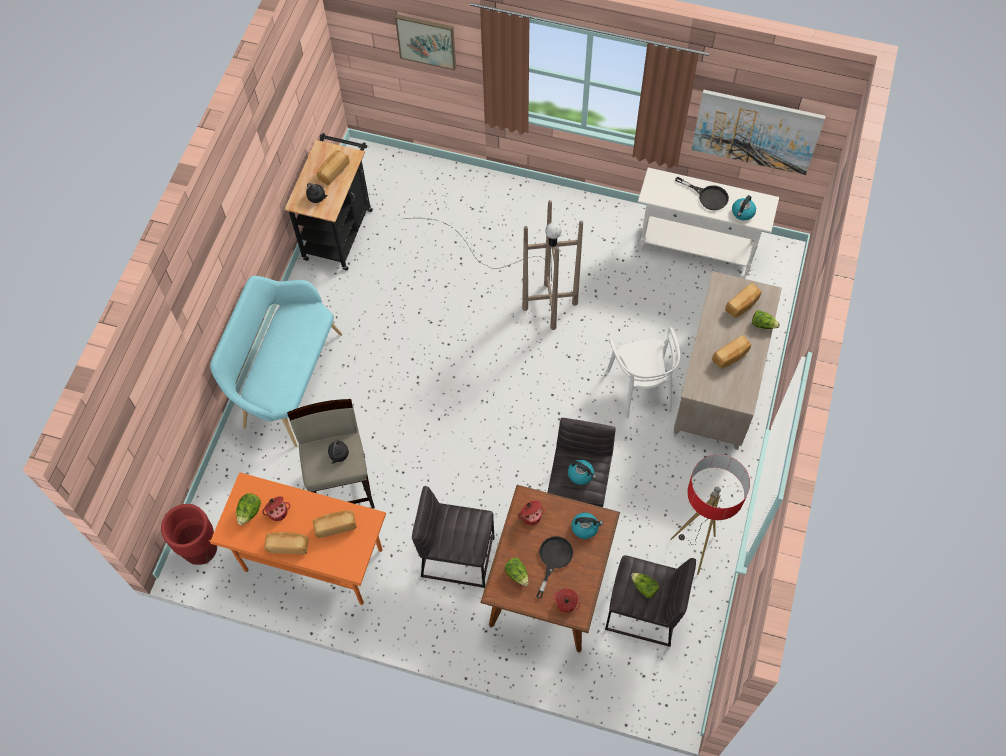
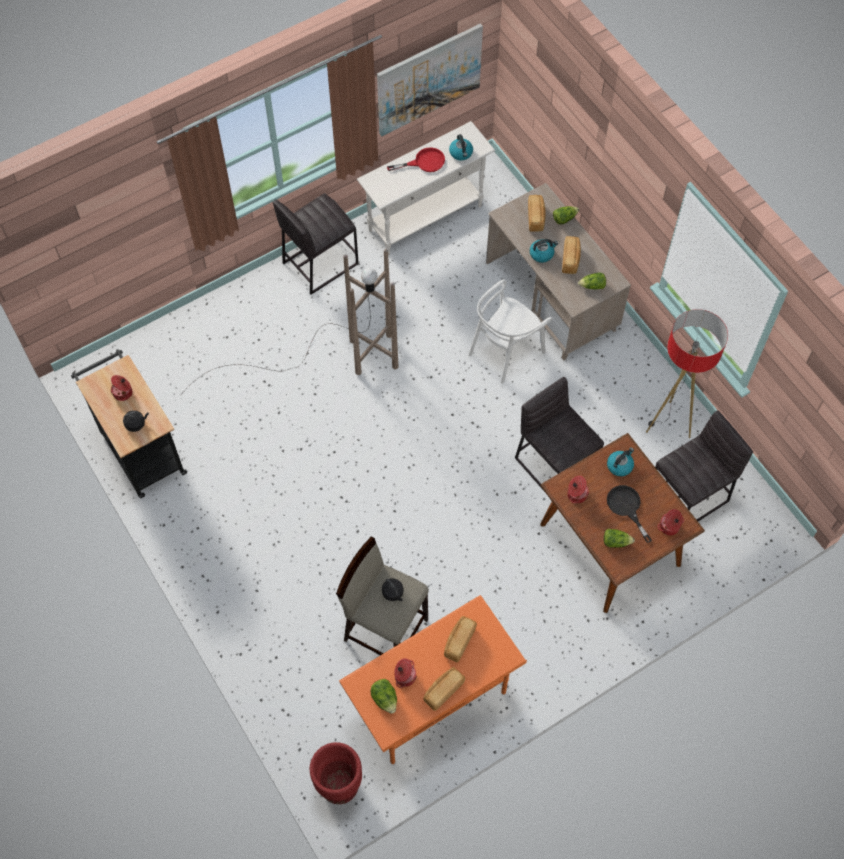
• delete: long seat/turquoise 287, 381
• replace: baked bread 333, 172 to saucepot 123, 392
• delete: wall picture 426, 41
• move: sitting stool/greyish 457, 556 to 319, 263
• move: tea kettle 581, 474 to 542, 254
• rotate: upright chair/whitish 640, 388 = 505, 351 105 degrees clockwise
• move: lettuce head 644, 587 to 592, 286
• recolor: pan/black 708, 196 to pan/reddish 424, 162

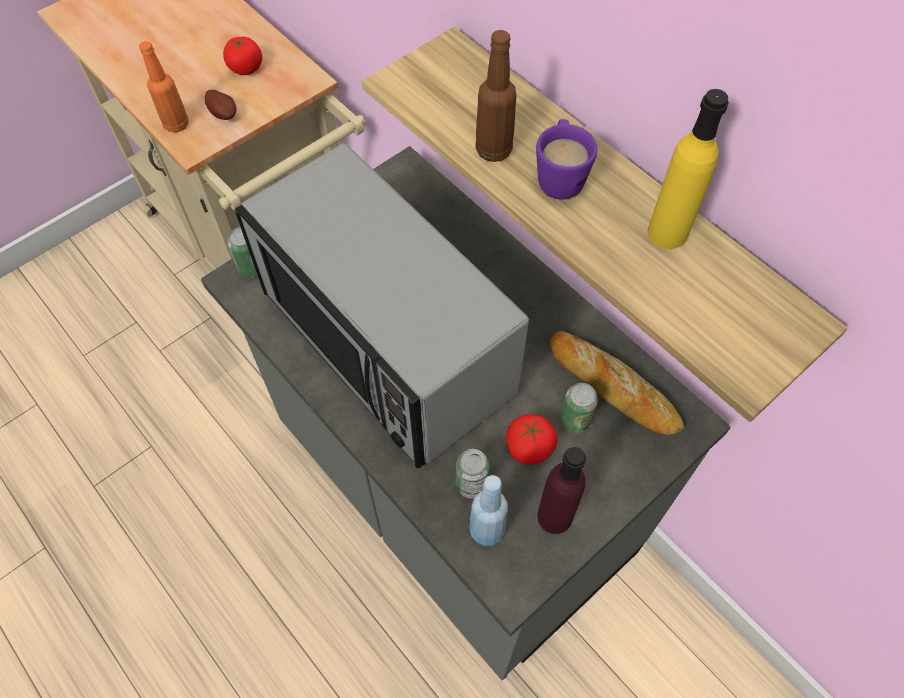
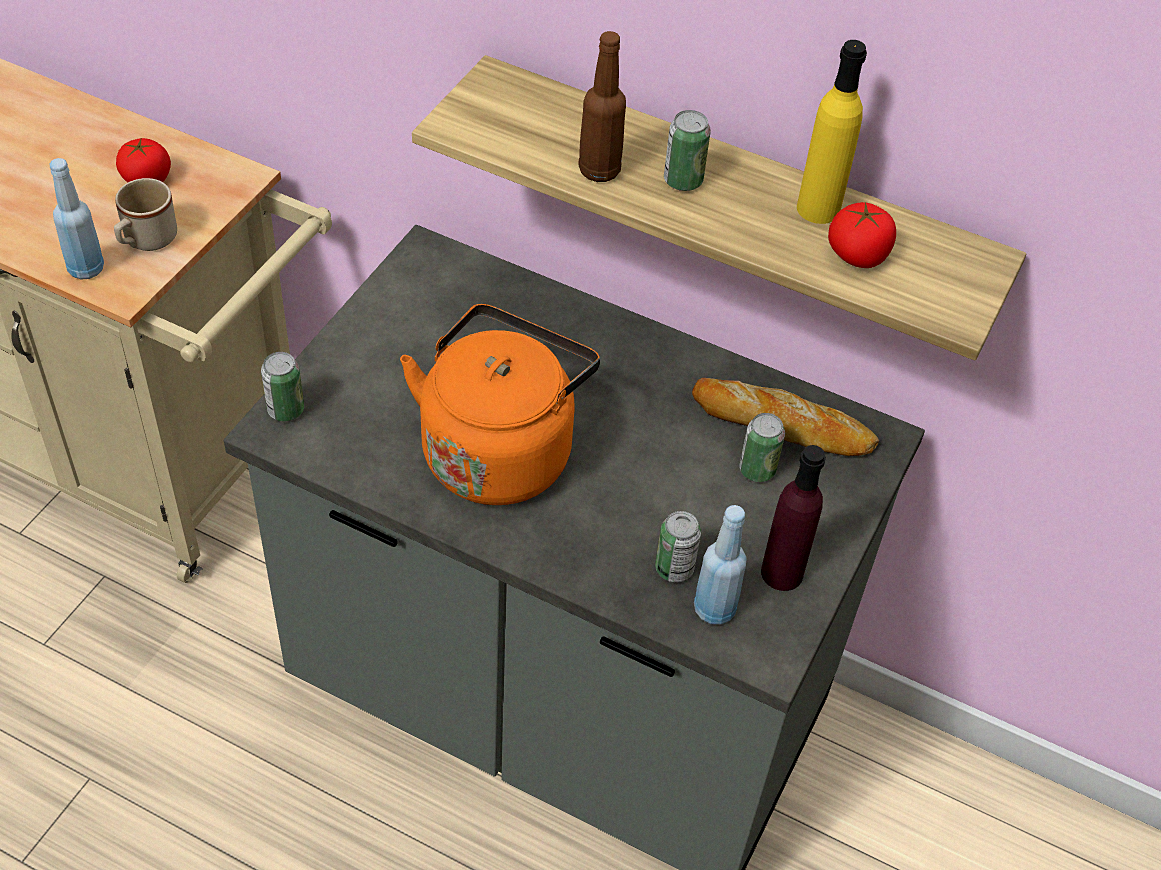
• recolor: beverage bottle/orange-coloured 176, 124 to beverage bottle/bluish 86, 269
• replace: spud 224, 113 to tea mug/beige 146, 241
• replace: kitchen microwave 386, 344 to tea kettle/orange-coloured 500, 450
• move: whole tomato 529, 447 to 857, 255
• replace: tea mug/purple-coloured 560, 176 to sealed can 683, 181

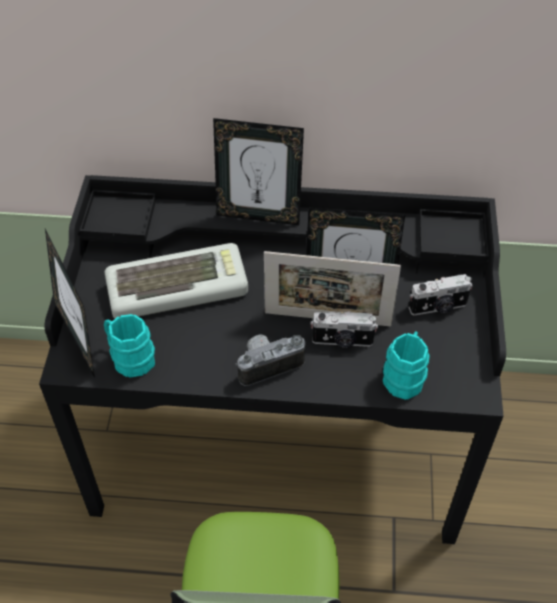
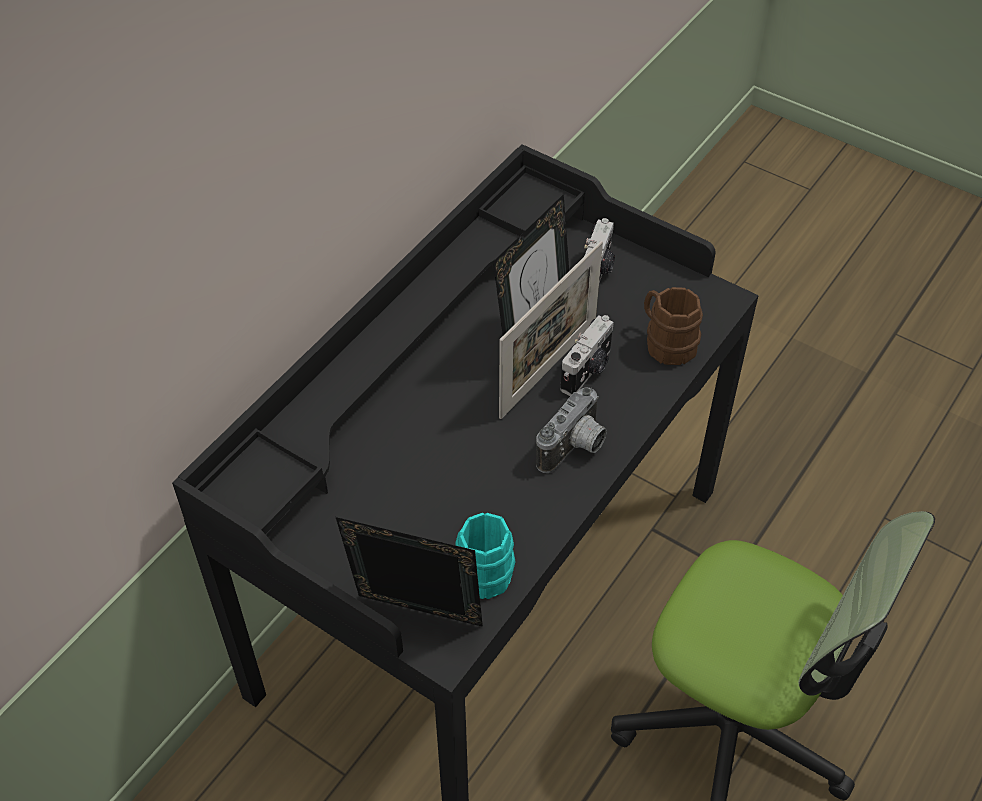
• delete: PC keyboard 178, 286
• delete: picture frame 259, 215
• rotate: photo camera 268, 364 = 575, 448 150 degrees counterclockwise
• recolor: tea mug/turquoise 405, 376 to tea mug/brownish 666, 343

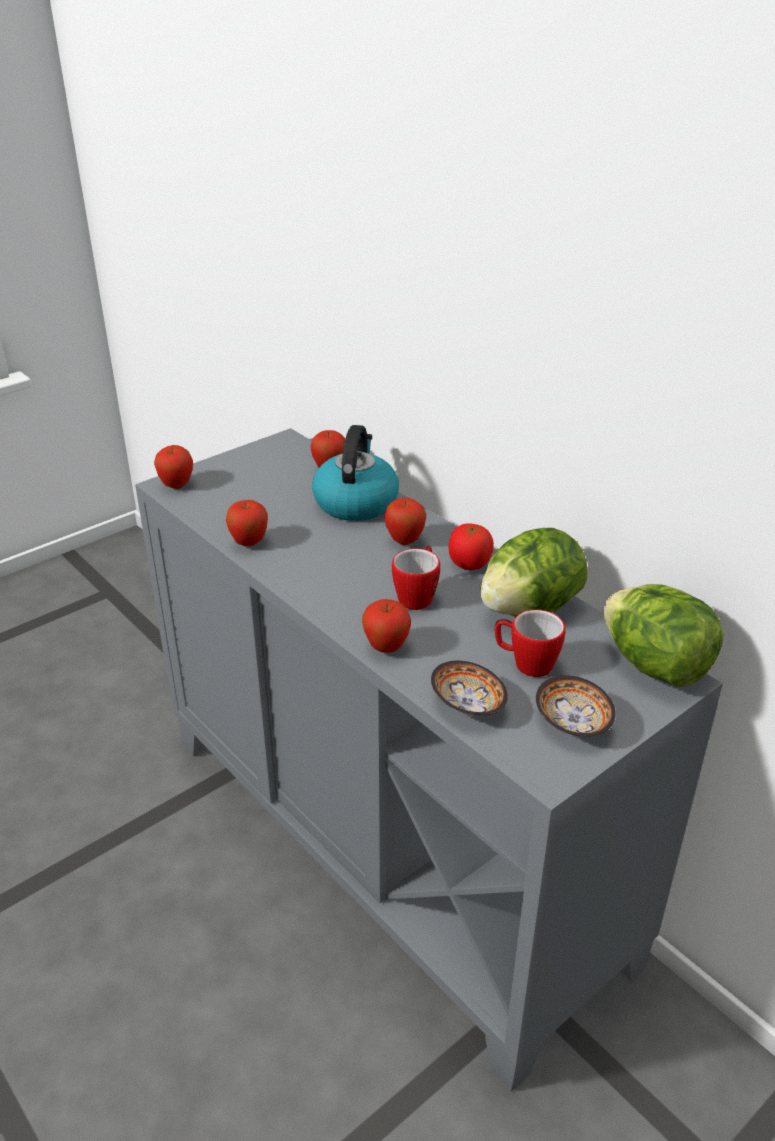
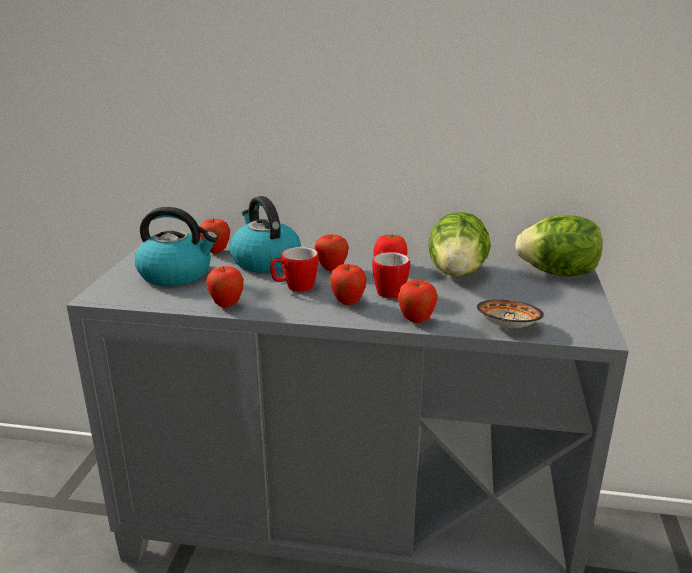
• move: apple 176, 485 to 348, 303
• move: tea mug 525, 663 to 294, 287
• delete: bowl 572, 723
• insert: tea kettle 176, 274

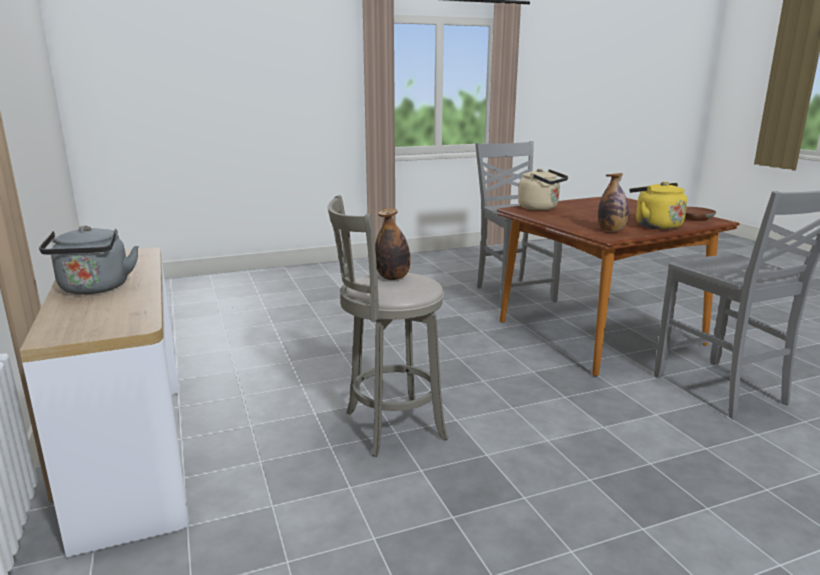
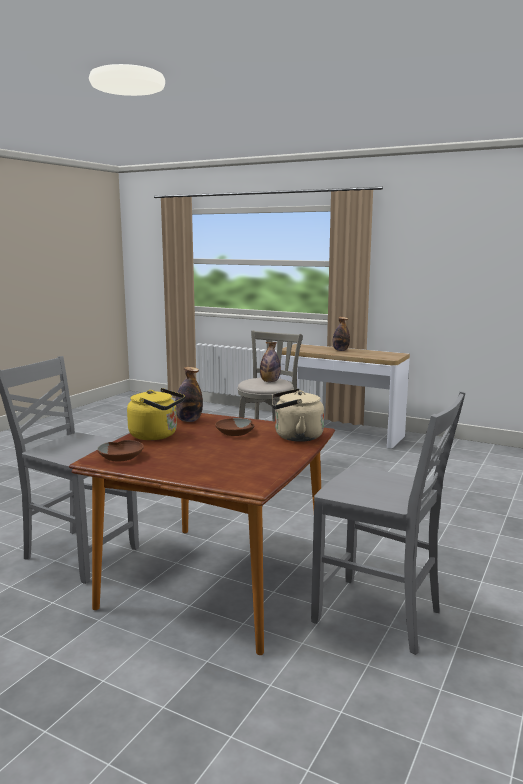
• replace: tea kettle/greyish 94, 289 to beverage bottle 340, 350
• insert: bowl/brownish 235, 433

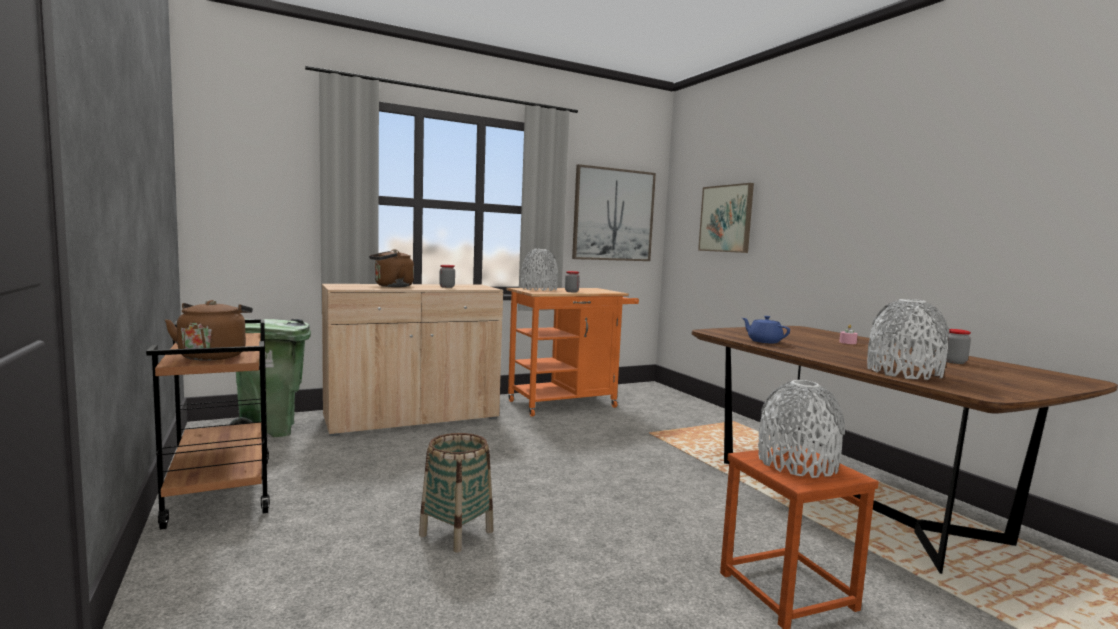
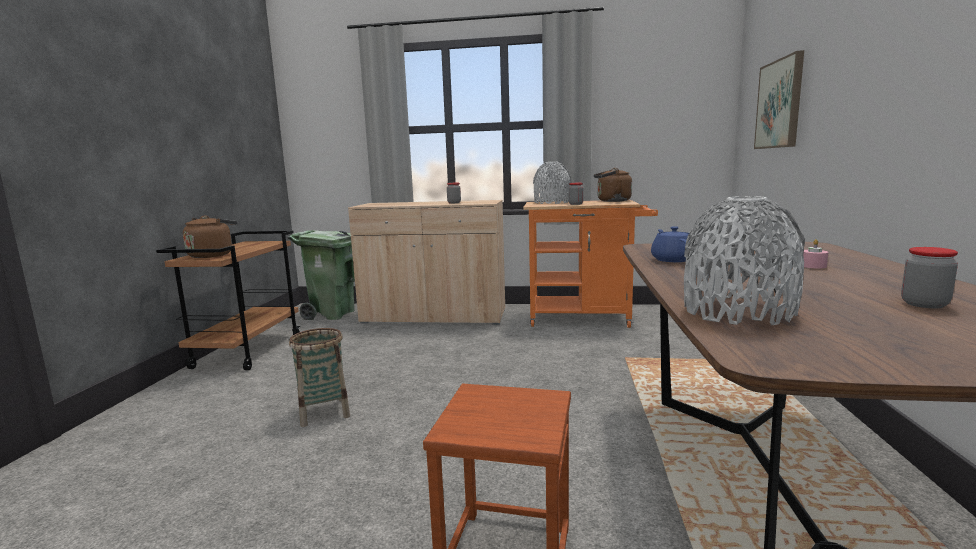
• move: tea kettle/brownish 391, 286 to 611, 201
• delete: wall picture 613, 215
• delete: flower vase/greyish 797, 463

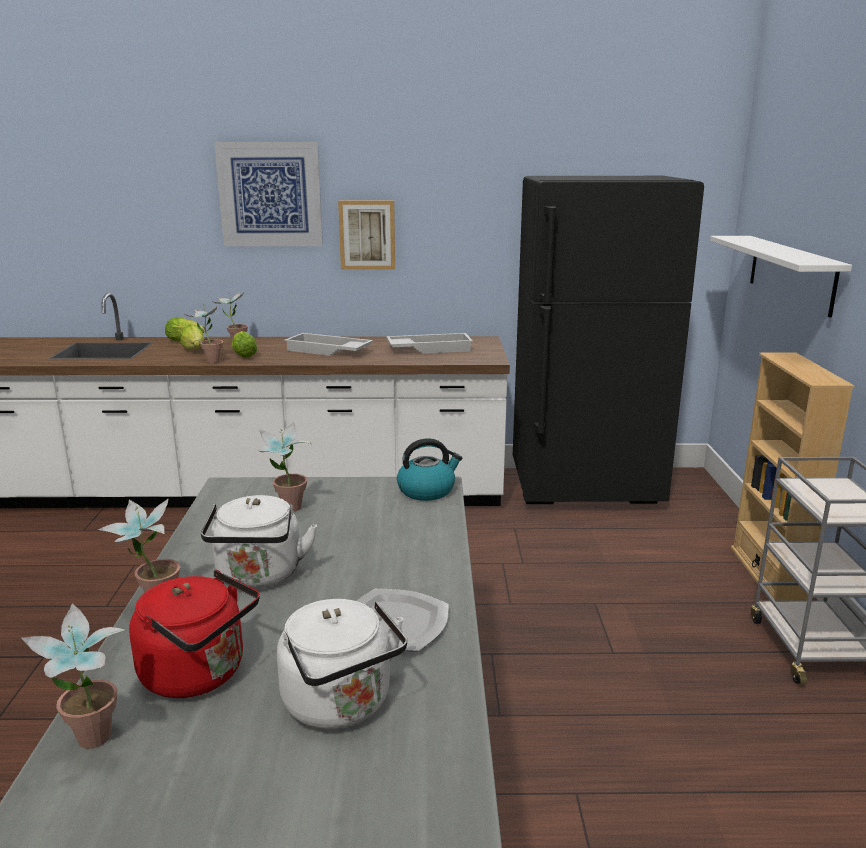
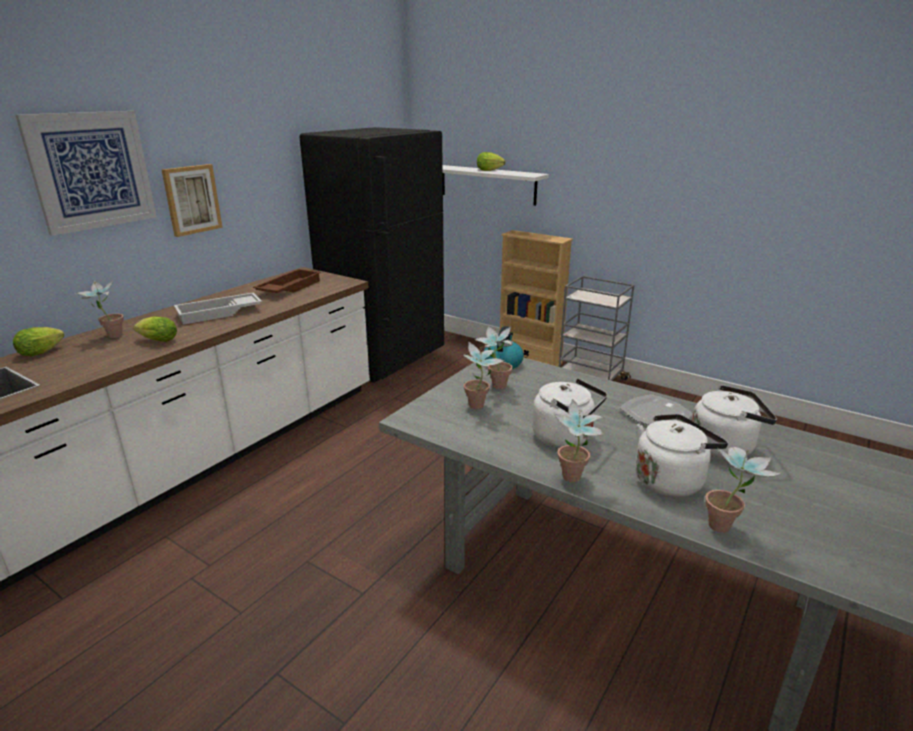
• recolor: tea kettle/reddish 199, 674 to tea kettle/whitish 670, 480
• move: lettuce head 194, 350 to 491, 170
• move: potted plant 210, 360 to 494, 387
• recolor: serving tray/whitish 430, 349 to serving tray/brownish 288, 288

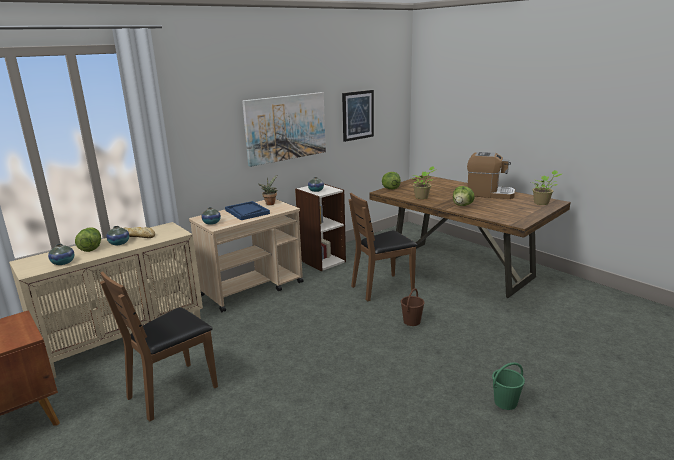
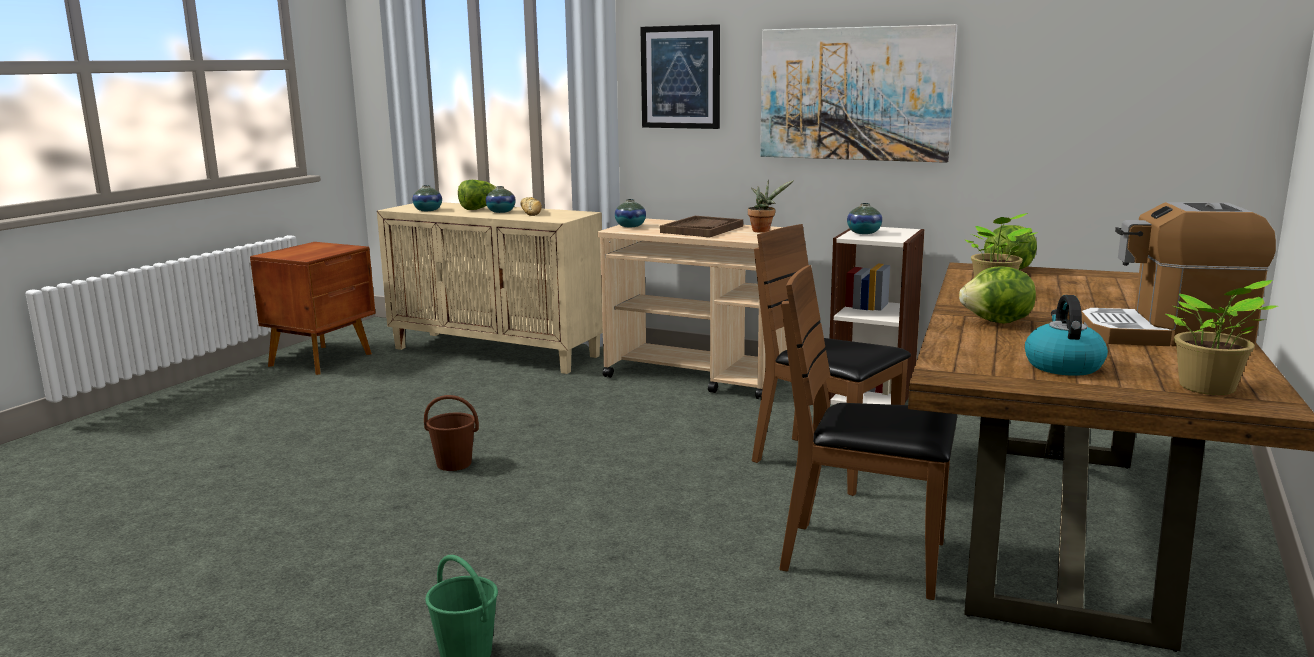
• move: upright chair/brownish 173, 391 to 865, 558
• recolor: serving tray/bluish 247, 212 to serving tray/brownish 702, 229
• move: wall picture 357, 115 to 680, 77
• move: pail/brownish 411, 322 to 453, 464
• rotate: coffee maker 489, 194 = 1165, 335 105 degrees clockwise
• insert: tea kettle 1062, 365

